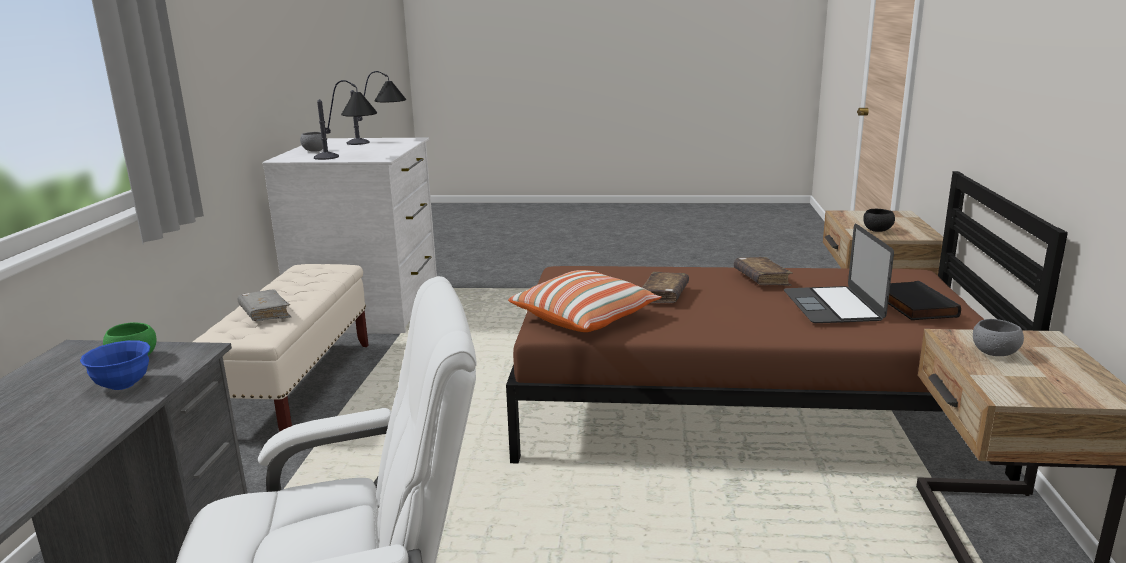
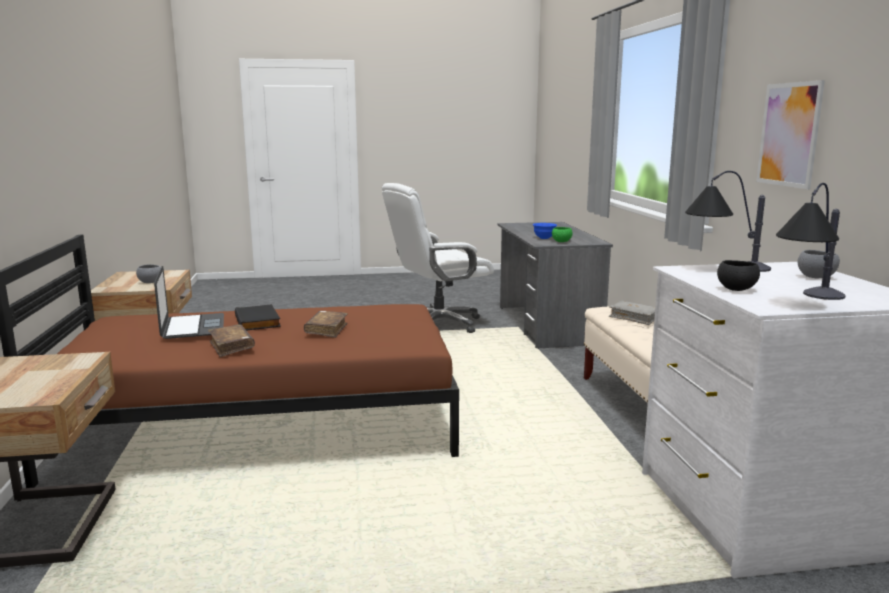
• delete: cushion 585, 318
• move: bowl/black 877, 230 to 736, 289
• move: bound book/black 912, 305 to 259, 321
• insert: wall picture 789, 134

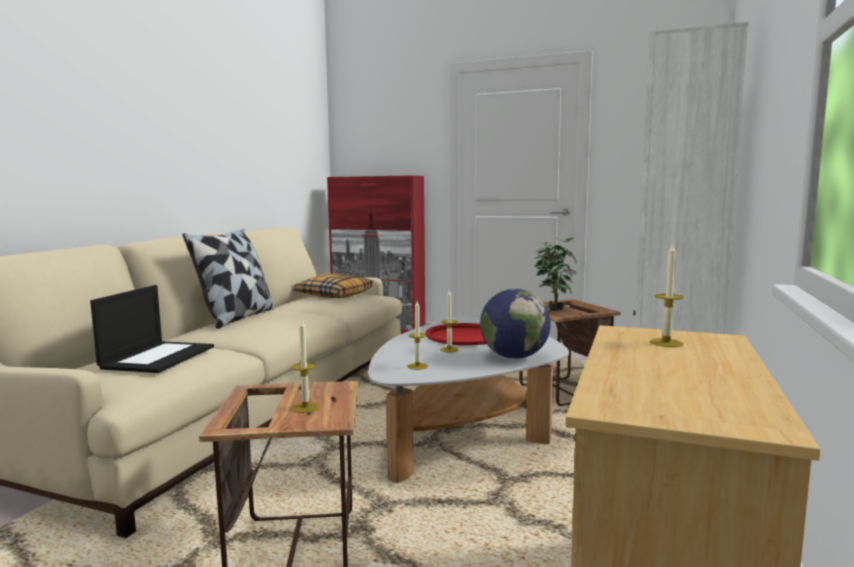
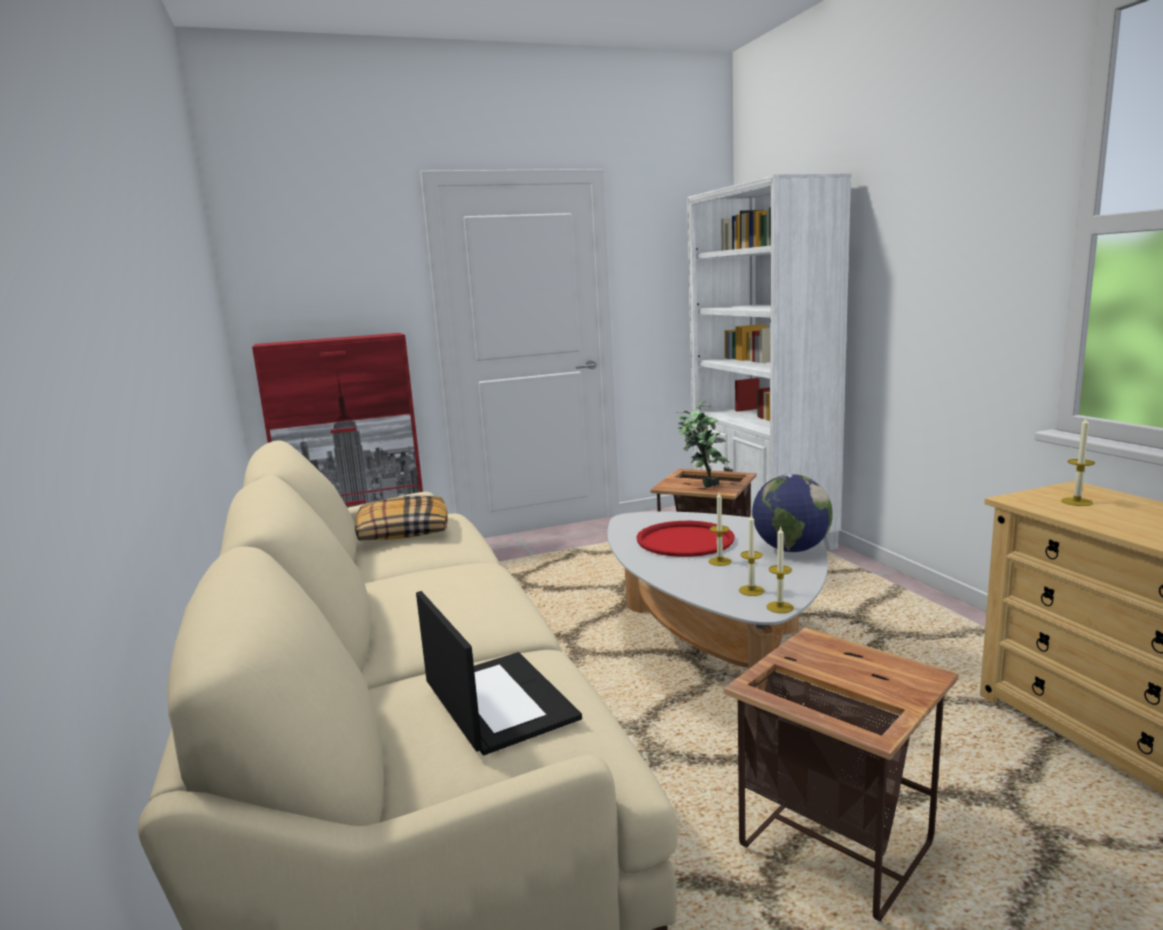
• delete: cushion 237, 317
• move: candle 305, 407 to 780, 607

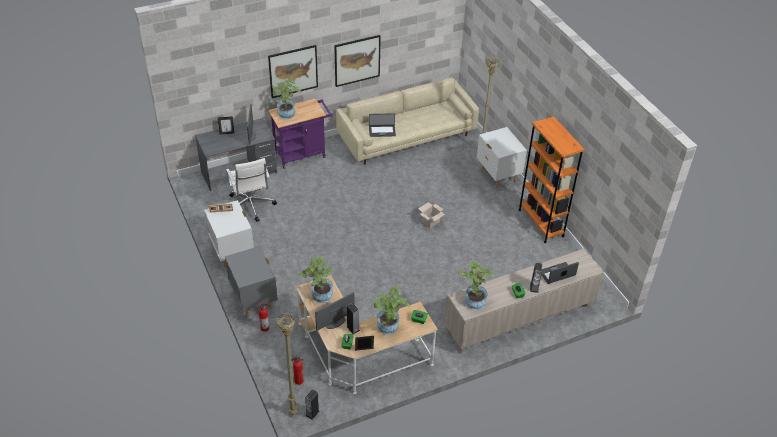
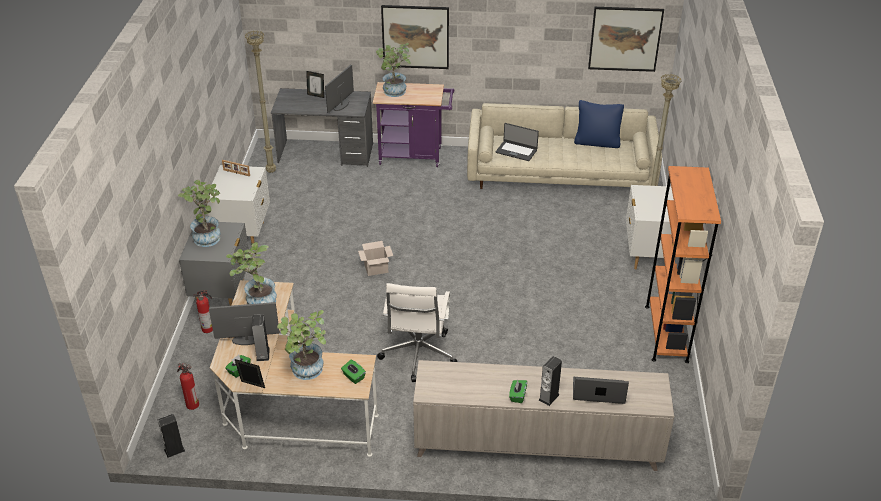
• move: computer chair/whitish 250, 206 to 418, 355
• move: floor lamp/beige 294, 412 to 272, 171
• move: wall picture 357, 60 to 625, 38
• move: carton 430, 222 to 375, 269
• move: potted plant 473, 300 to 208, 236
• insert: cushion/bluish 597, 142

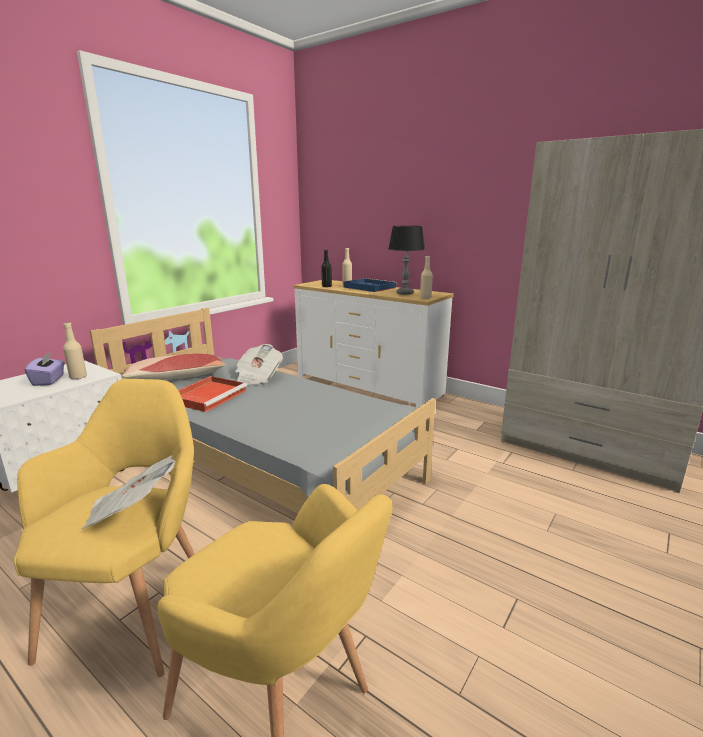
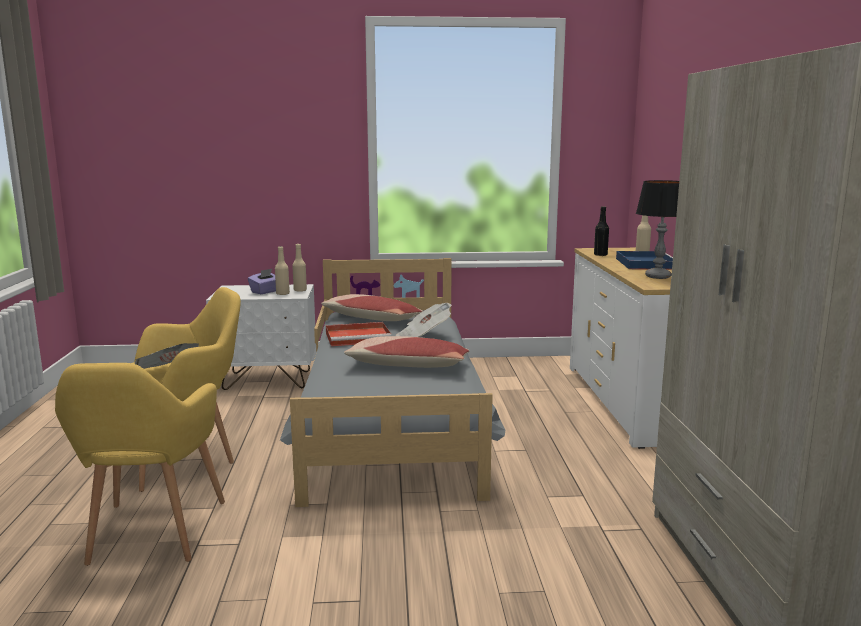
• move: beverage bottle/beige 425, 298 to 300, 290
• insert: cushion 407, 366

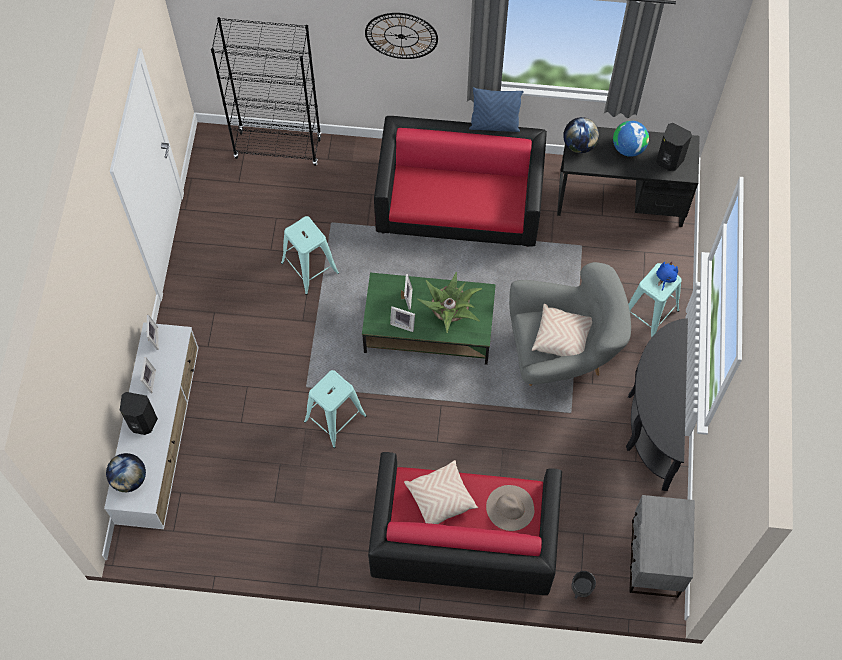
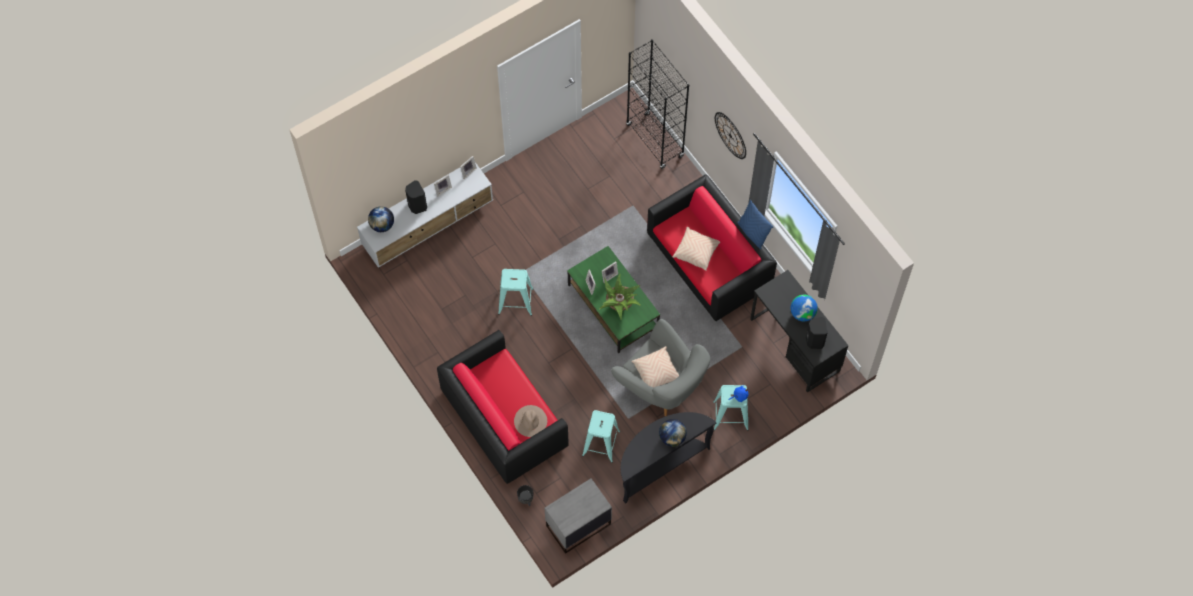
• move: sitting stool/turquoise 310, 268 to 601, 443
• move: cushion/beige 441, 497 to 696, 252
• move: world globe 579, 144 to 672, 437

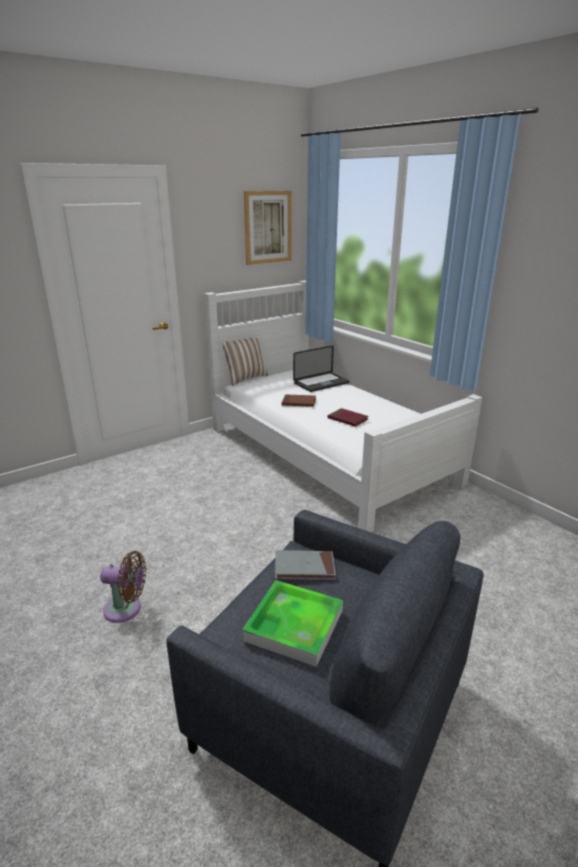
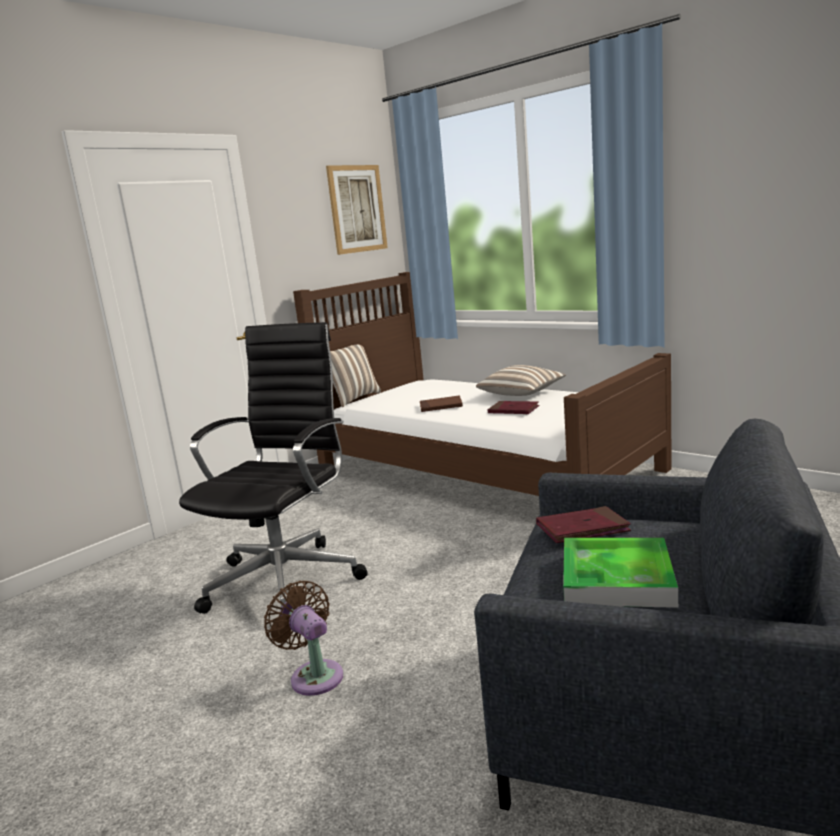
• rotate: electric fan/brownish 126, 609 = 314, 675 120 degrees counterclockwise
• recolor: bedroom bed/whitish 326, 453 to bedroom bed/brownish 482, 470
• recolor: bound book/greyish 304, 567 to bound book/reddish 582, 529
• delete: portable computer 321, 383
• insert: computer chair/black 287, 579
• insert: cushion 522, 394

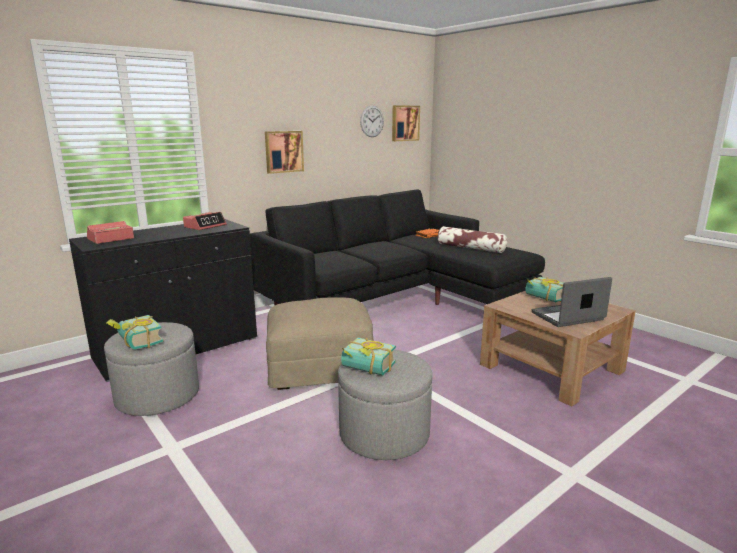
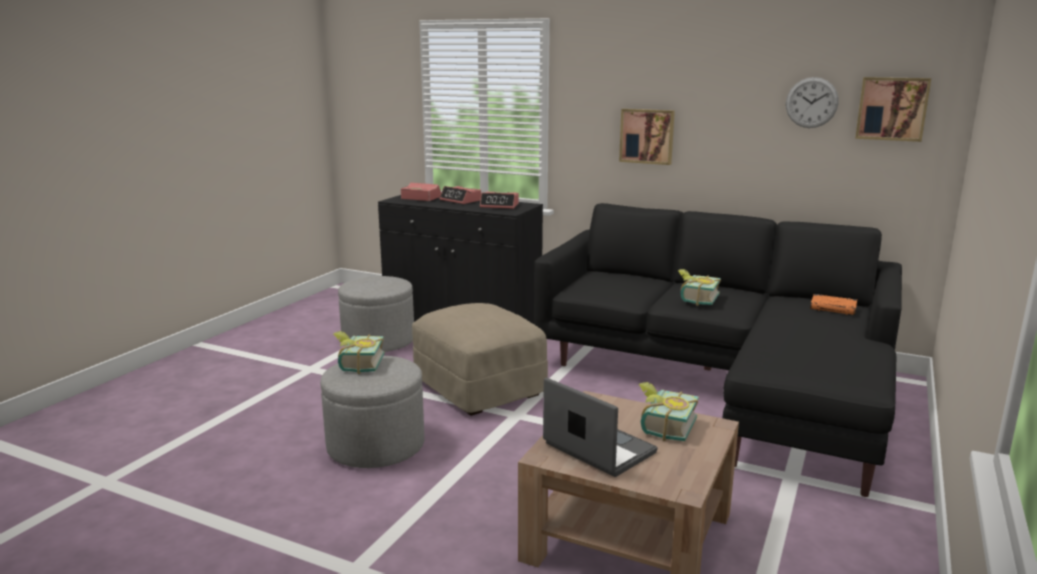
• move: bound book 136, 343 to 695, 299
• delete: cushion 470, 248
• insert: alarm clock 460, 200

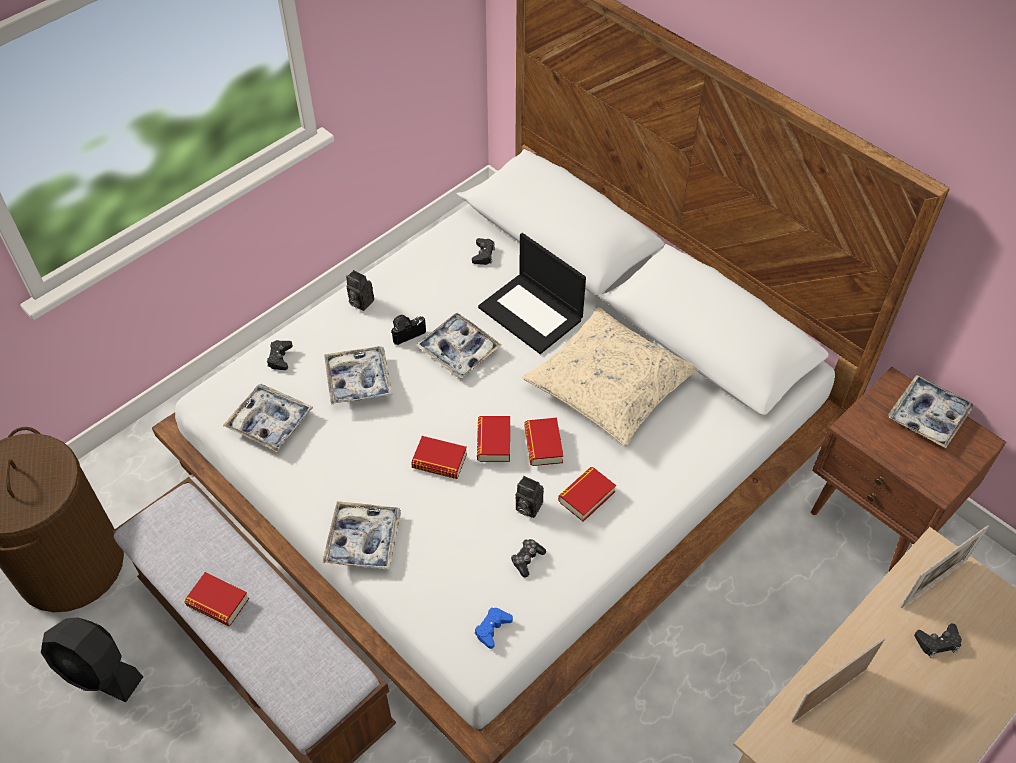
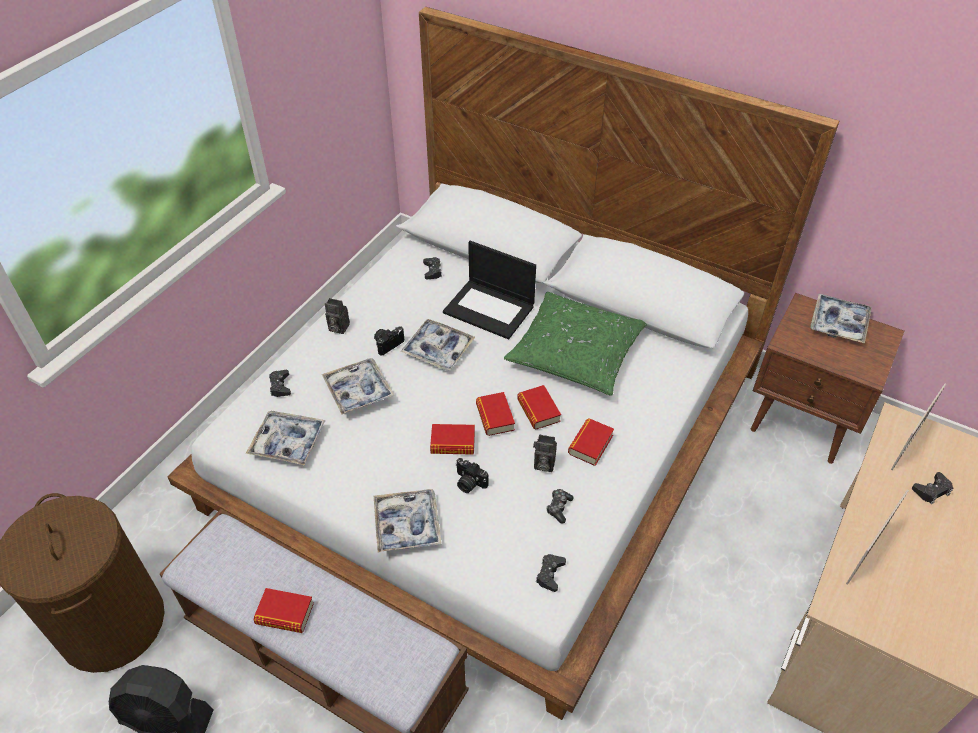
• recolor: joypad/bluish 492, 629 to joypad/black 550, 574
• recolor: cushion/beige 609, 385 to cushion/green 575, 352
• insert: photo camera 468, 483

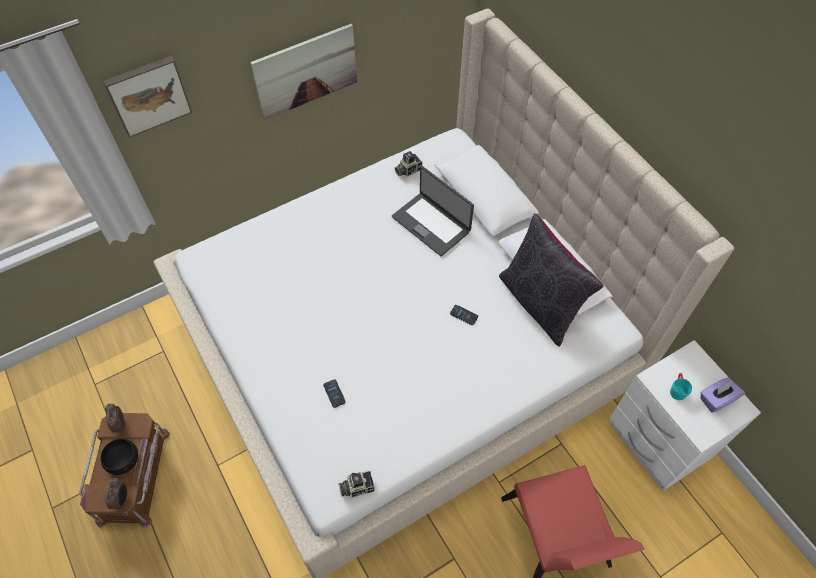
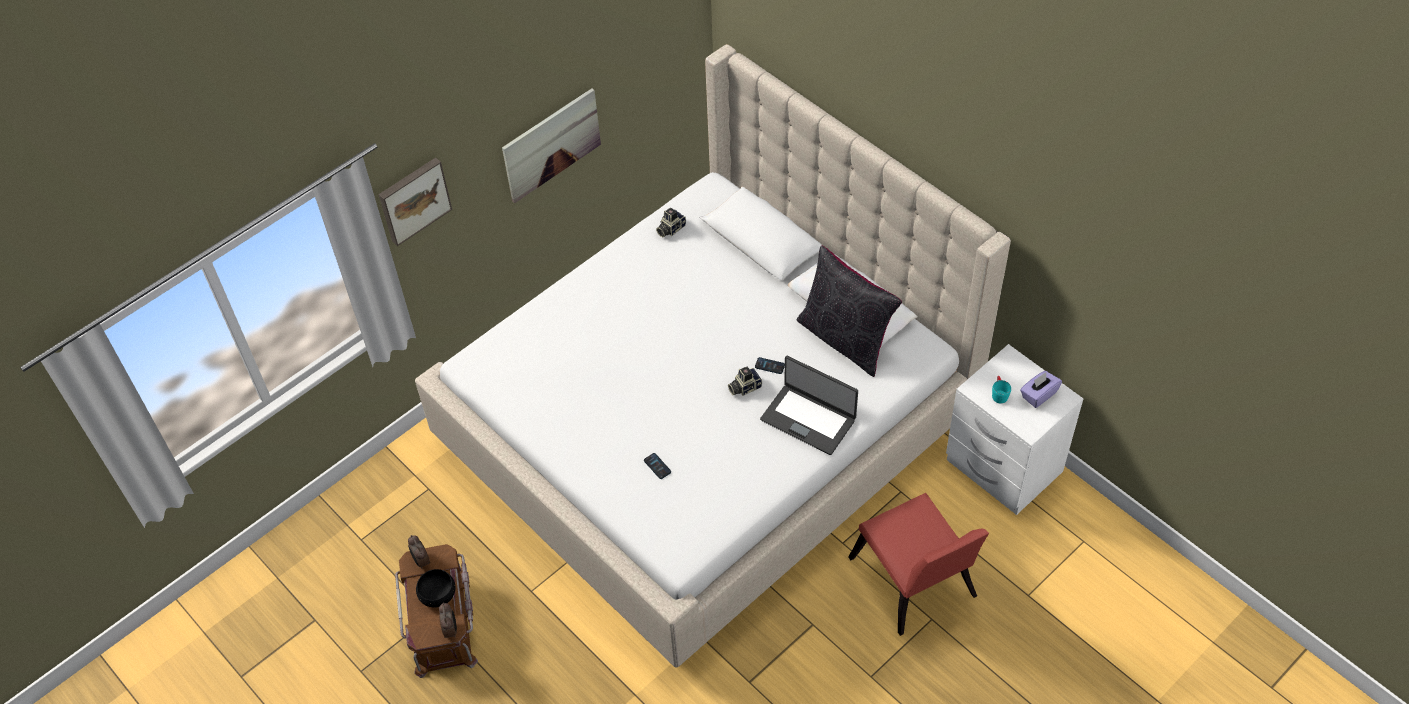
• move: photo camera 356, 487 to 744, 387
• move: portable computer 431, 223 to 808, 419

